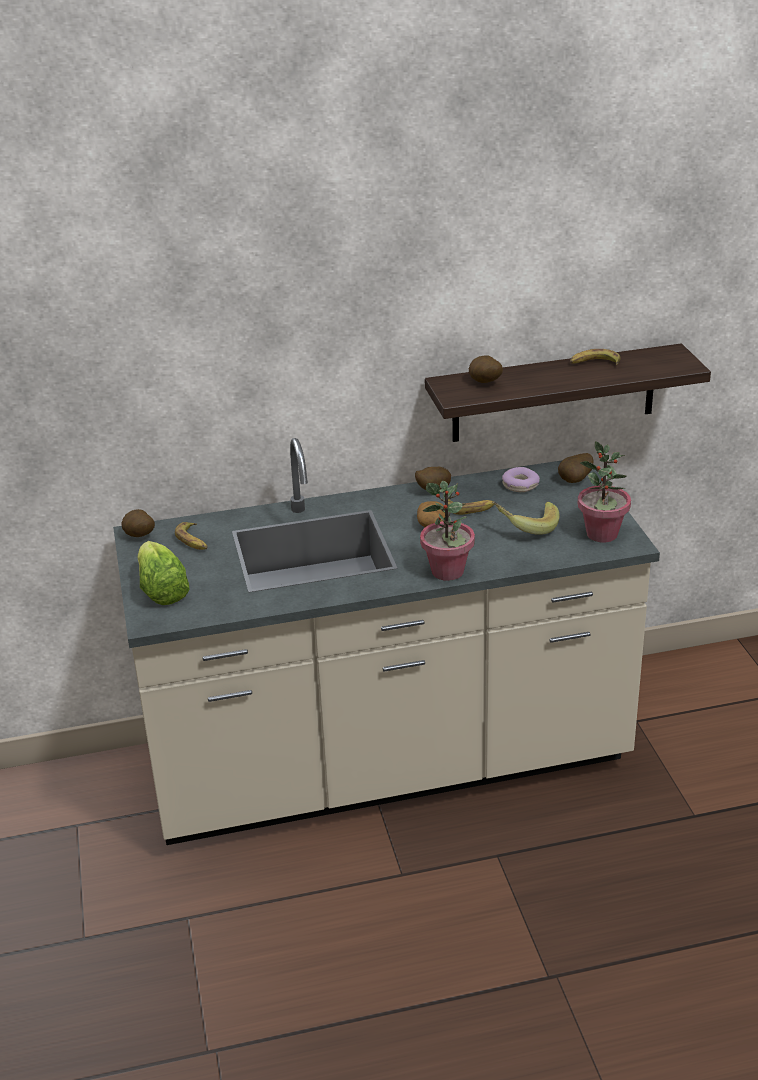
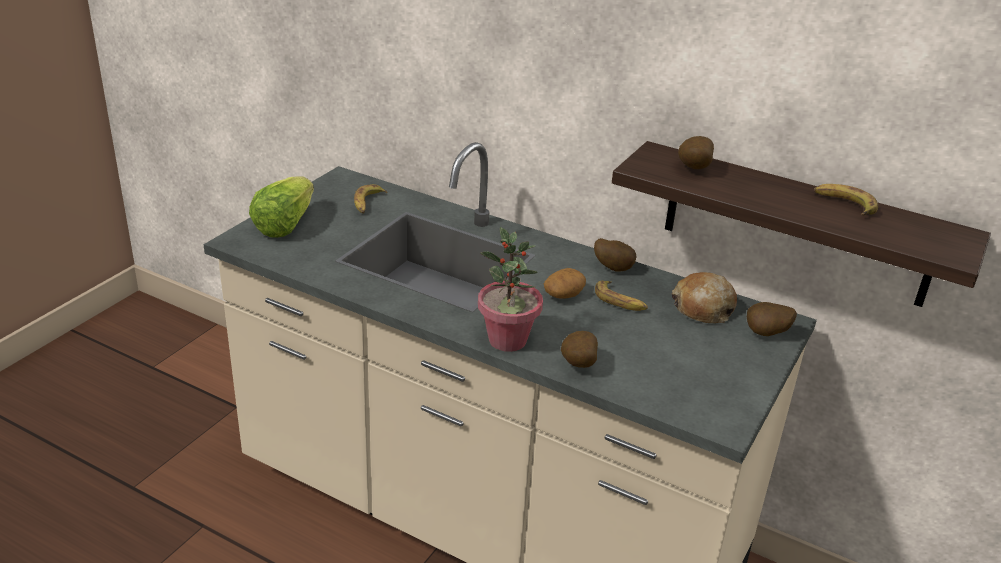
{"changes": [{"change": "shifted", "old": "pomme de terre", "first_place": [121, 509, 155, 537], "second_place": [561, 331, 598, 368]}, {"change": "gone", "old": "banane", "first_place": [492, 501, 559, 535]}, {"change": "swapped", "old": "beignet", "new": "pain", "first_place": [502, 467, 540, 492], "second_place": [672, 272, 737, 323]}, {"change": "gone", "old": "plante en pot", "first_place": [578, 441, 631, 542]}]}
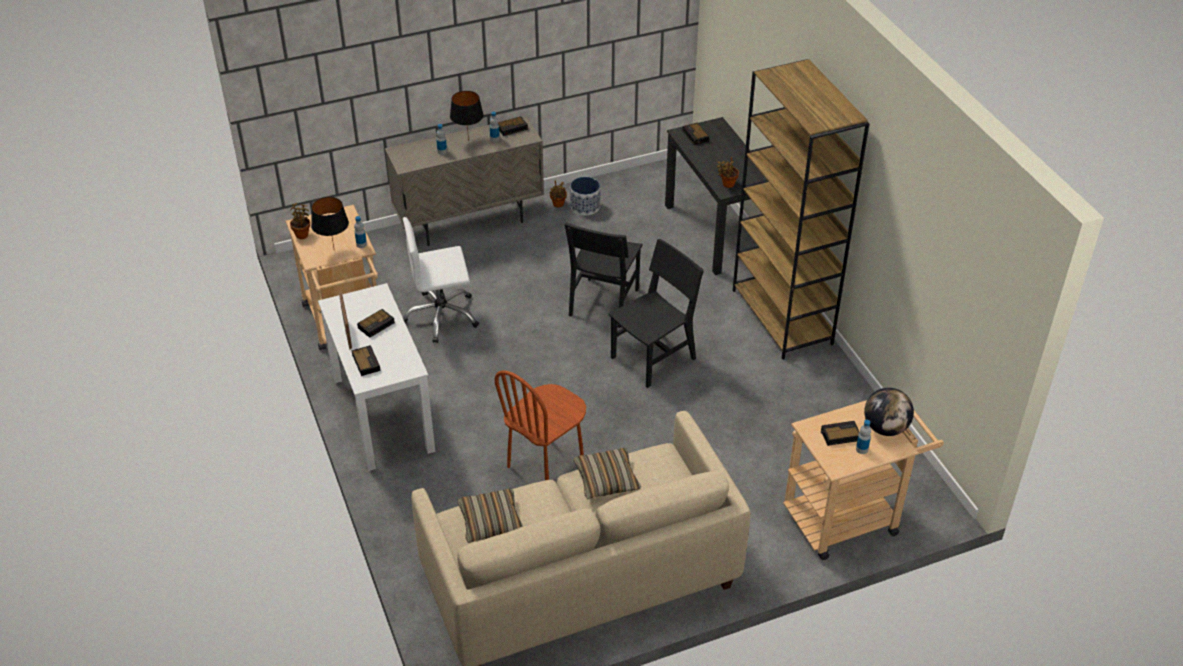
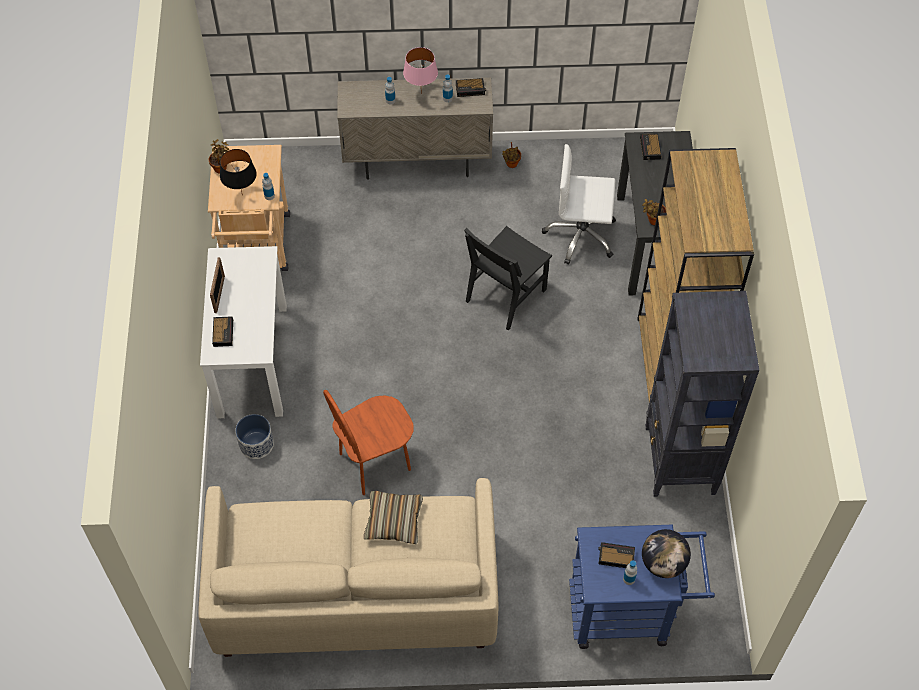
{"changes": [{"change": "gone", "old": "réveil", "first_place": [357, 309, 395, 338]}, {"change": "shifted", "old": "chaise de bureau/blanc", "first_place": [403, 217, 479, 343], "second_place": [542, 144, 616, 265]}, {"change": "repainted", "old": "lampe de table/noir", "new": "lampe de table/rose", "first_place": [450, 91, 484, 141], "second_place": [403, 47, 438, 94]}, {"change": "gone", "old": "coussin", "first_place": [457, 489, 523, 543]}, {"change": "shifted", "old": "cache-pot", "first_place": [570, 177, 600, 216], "second_place": [235, 414, 274, 459]}, {"change": "gone", "old": "chaise/noir", "first_place": [609, 239, 704, 388]}, {"change": "repainted", "old": "chariot/beige", "new": "chariot/bleu", "first_place": [783, 400, 944, 560], "second_place": [569, 525, 715, 649]}, {"change": "new", "new": "bibliothèque/noir", "second_place": [645, 291, 759, 497]}]}
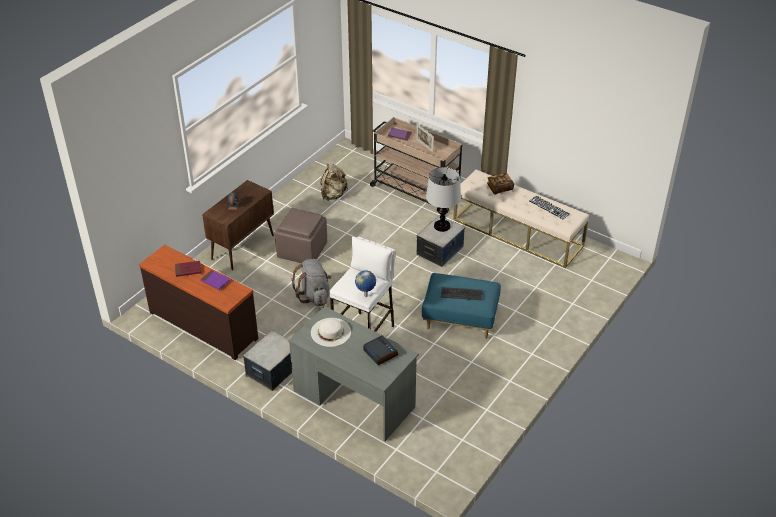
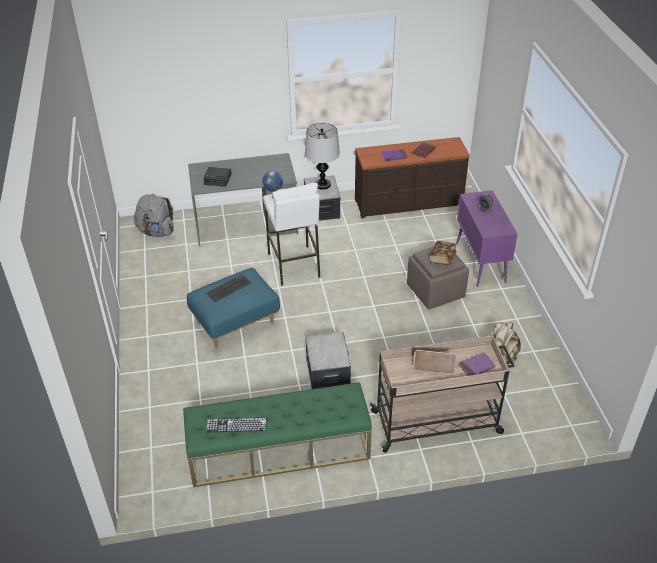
{"changes": [{"change": "repainted", "old": "meuble de rangement/marron", "new": "meuble de rangement/violet", "first_place": [202, 180, 274, 270], "second_place": [456, 190, 518, 287]}, {"change": "shifted", "old": "sac à dos/gris", "first_place": [292, 259, 331, 306], "second_place": [134, 194, 174, 237]}, {"change": "gone", "old": "chapeau/blanc", "first_place": [311, 318, 351, 347]}, {"change": "shifted", "old": "lampe de table", "first_place": [426, 167, 461, 232], "second_place": [305, 123, 340, 189]}, {"change": "repainted", "old": "banc/beige", "new": "banc/vert", "first_place": [453, 170, 589, 268], "second_place": [183, 382, 372, 487]}, {"change": "shifted", "old": "livre", "first_place": [487, 173, 514, 195], "second_place": [429, 241, 457, 265]}]}
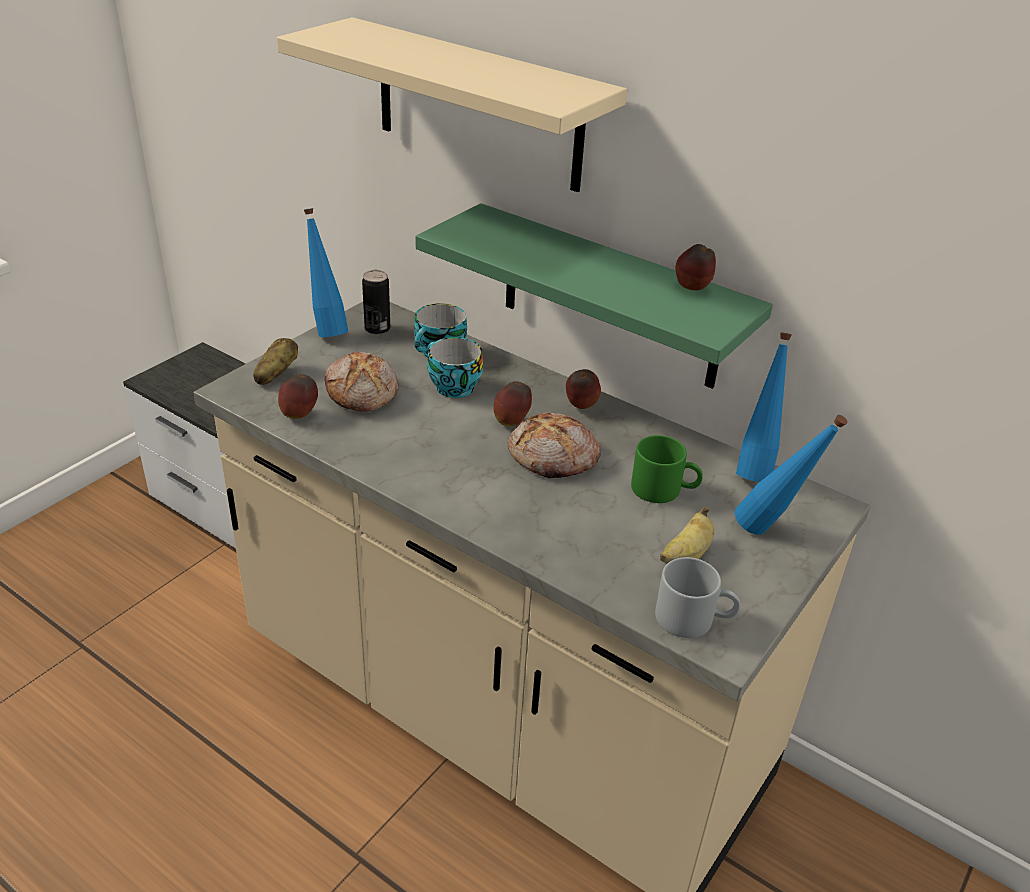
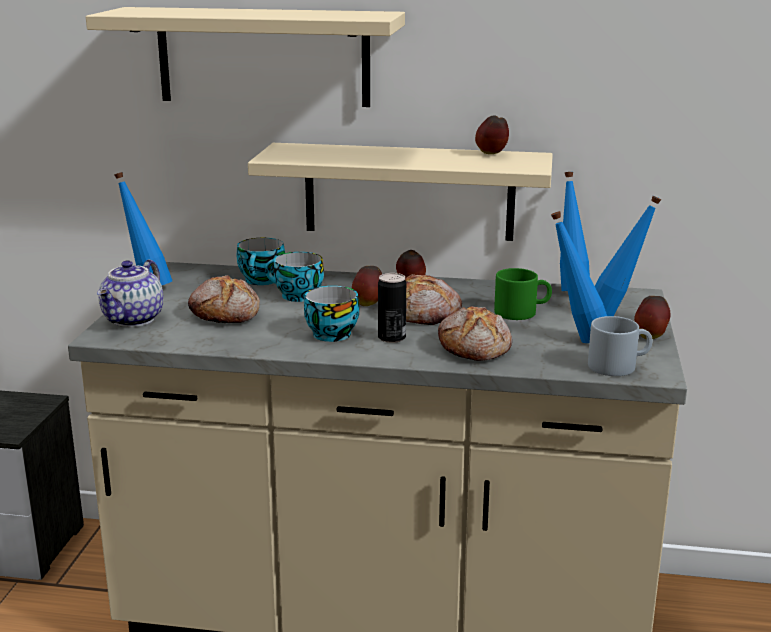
{"changes": [{"change": "swapped", "old": "pomme de terre", "new": "théière", "first_place": [253, 338, 298, 385], "second_place": [97, 259, 163, 327]}, {"change": "shifted", "old": "pomme", "first_place": [278, 374, 318, 419], "second_place": [634, 296, 671, 339]}, {"change": "shifted", "old": "boîte métallique", "first_place": [362, 270, 390, 335], "second_place": [378, 273, 406, 343]}, {"change": "repainted", "old": "étagère/vert", "new": "étagère/beige", "first_place": [415, 203, 773, 389], "second_place": [248, 143, 553, 241]}, {"change": "swapped", "old": "banane", "new": "bouteille/bleu", "first_place": [660, 507, 715, 564], "second_place": [551, 211, 607, 343]}, {"change": "new", "new": "tasse", "second_place": [304, 286, 359, 342]}, {"change": "new", "new": "pain", "second_place": [438, 306, 512, 361]}]}
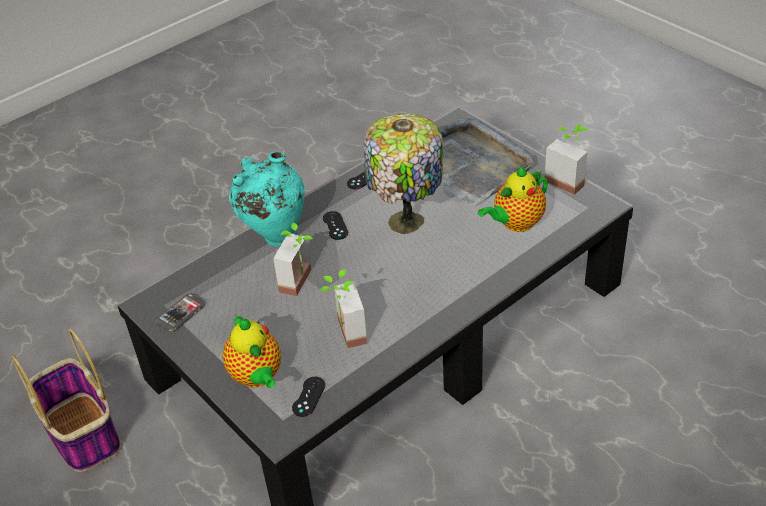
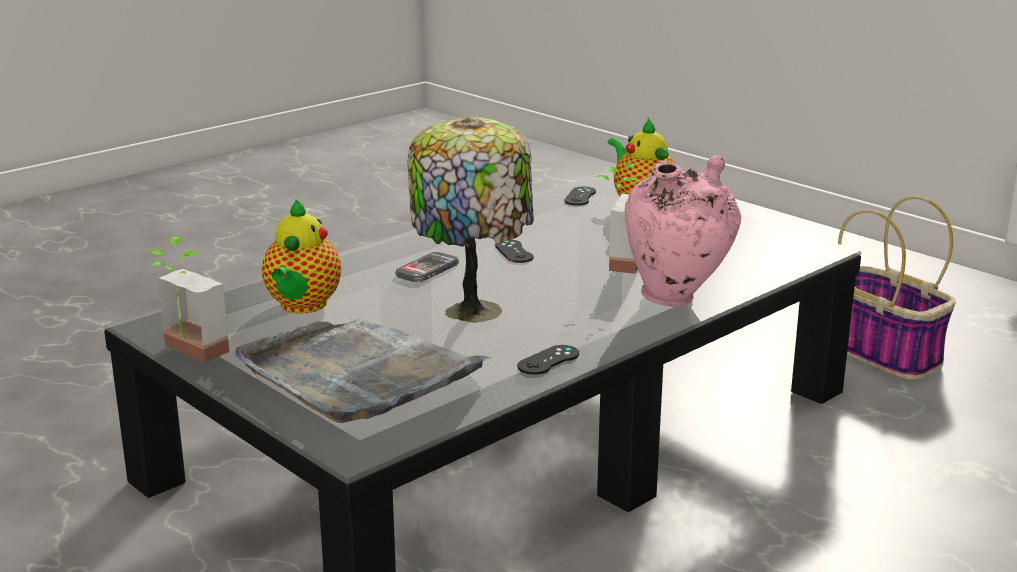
{"changes": [{"change": "shifted", "old": "téléphone", "first_place": [156, 293, 205, 332], "second_place": [395, 252, 459, 282]}, {"change": "repainted", "old": "vase/turquoise", "new": "vase/rose", "first_place": [229, 151, 305, 247], "second_place": [625, 155, 741, 307]}, {"change": "gone", "old": "plante en pot", "first_place": [319, 269, 367, 348]}, {"change": "shifted", "old": "manette/noir", "first_place": [323, 211, 348, 240], "second_place": [495, 239, 534, 263]}, {"change": "rotated", "old": "théière", "first_place": [478, 166, 548, 232], "second_place": [262, 199, 341, 314], "degrees": 135}]}
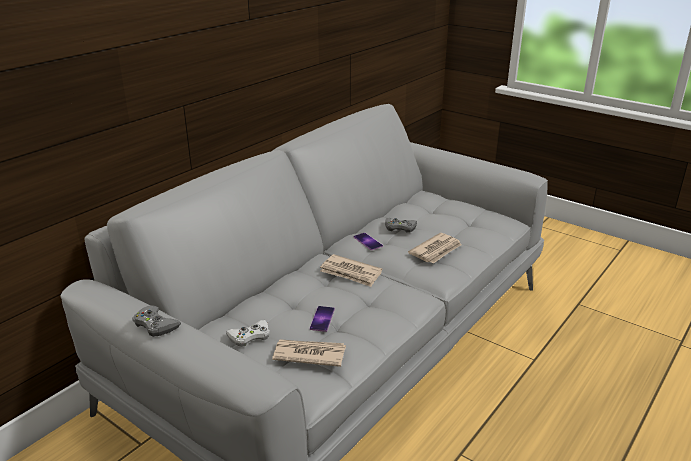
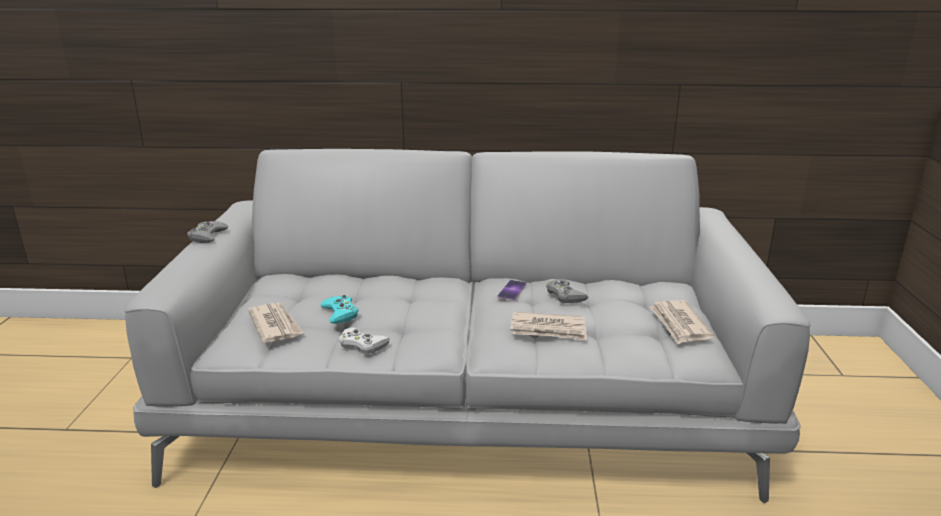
{"changes": [{"change": "shifted", "old": "manette/blanc", "first_place": [226, 320, 270, 347], "second_place": [339, 327, 390, 354]}, {"change": "swapped", "old": "téléphone", "new": "manette/turquoise", "first_place": [310, 306, 335, 332], "second_place": [320, 295, 358, 324]}, {"change": "shifted", "old": "journal", "first_place": [320, 254, 382, 287], "second_place": [650, 300, 714, 344]}]}
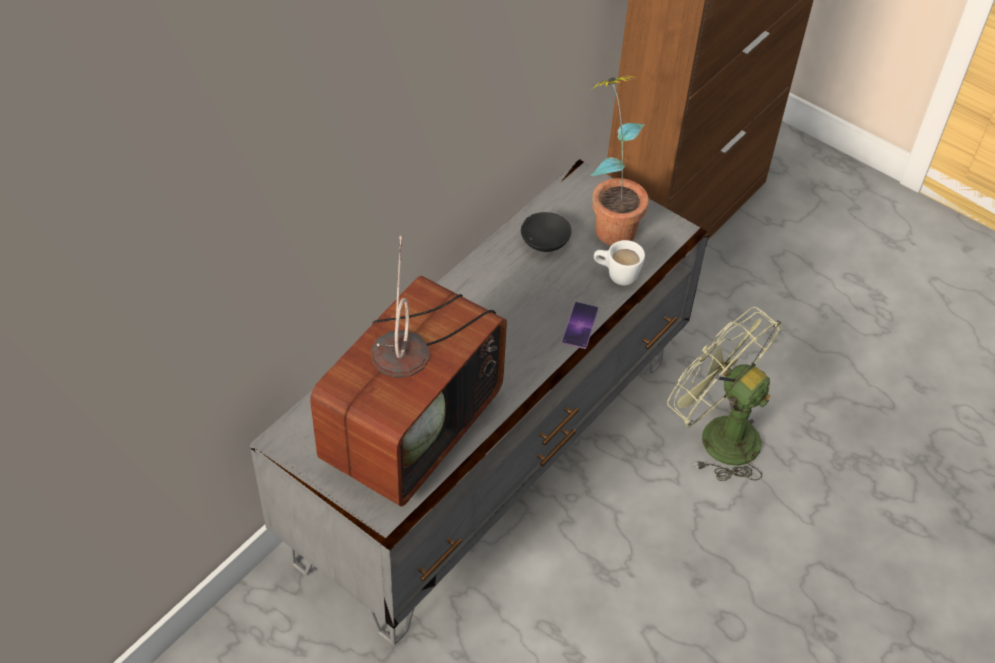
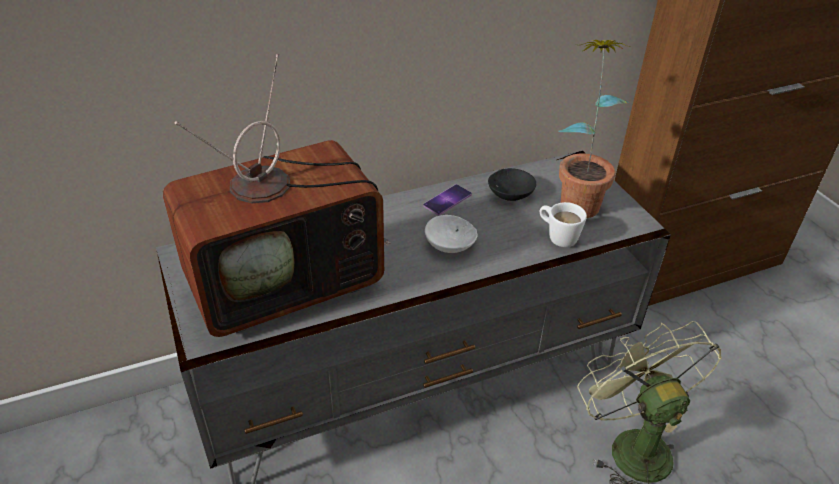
{"changes": [{"change": "shifted", "old": "téléphone", "first_place": [562, 302, 599, 349], "second_place": [423, 184, 472, 215]}, {"change": "new", "new": "bol/blanc", "second_place": [425, 215, 478, 253]}]}
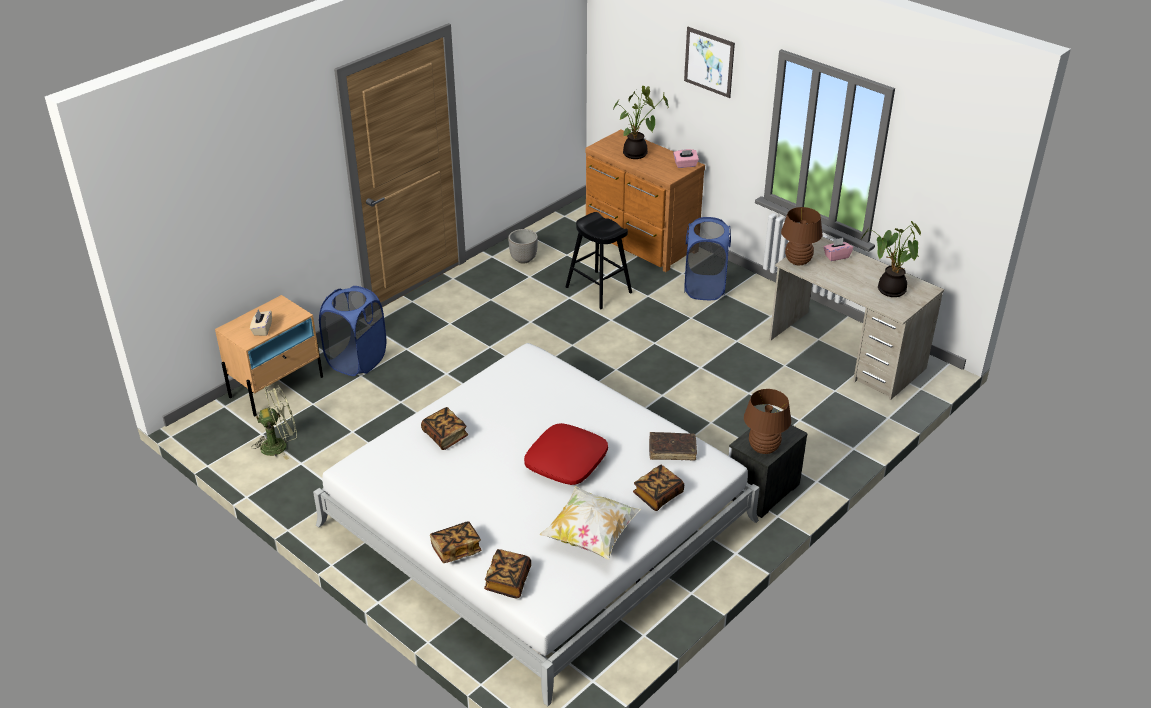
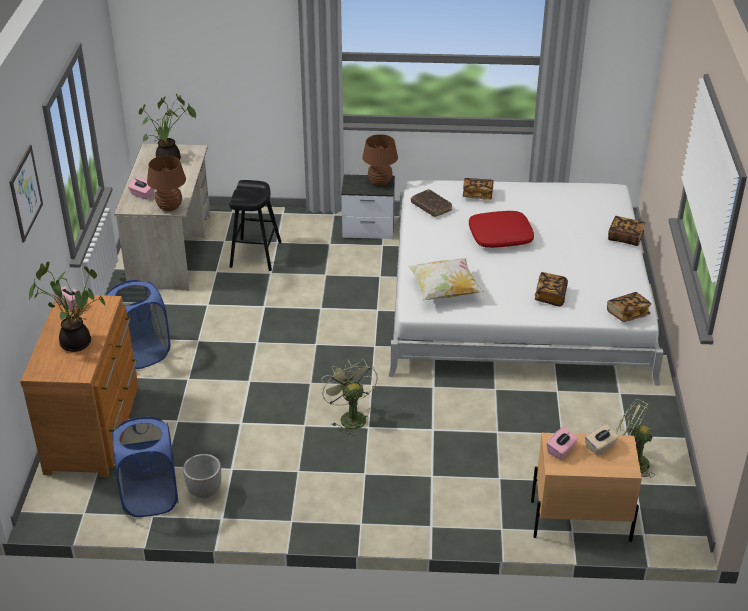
{"changes": [{"change": "shifted", "old": "panier à linge/bleu", "first_place": [319, 286, 386, 376], "second_place": [112, 416, 179, 517]}, {"change": "shifted", "old": "livre", "first_place": [484, 549, 531, 598], "second_place": [607, 292, 652, 322]}, {"change": "shifted", "old": "coussin", "first_place": [540, 486, 641, 560], "second_place": [408, 258, 484, 301]}, {"change": "shifted", "old": "tabouret/noir", "first_place": [565, 212, 632, 309], "second_place": [229, 180, 281, 271]}, {"change": "new", "new": "ventilateur/vert", "second_place": [321, 359, 378, 436]}, {"change": "new", "new": "boîte à mouchoirs/rose", "second_place": [547, 427, 578, 460]}]}
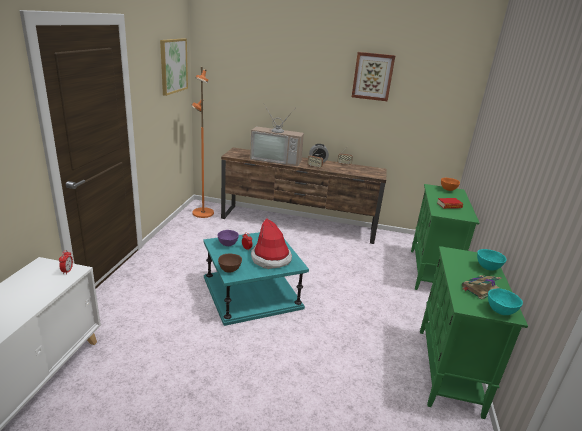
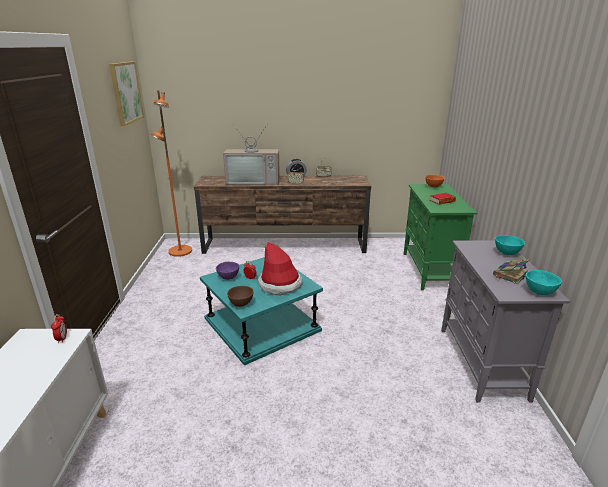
{"changes": [{"change": "gone", "old": "tableau", "first_place": [352, 52, 395, 101]}, {"change": "repainted", "old": "meuble de rangement/vert", "new": "meuble de rangement/gris", "first_place": [420, 246, 528, 419], "second_place": [441, 240, 570, 403]}]}
